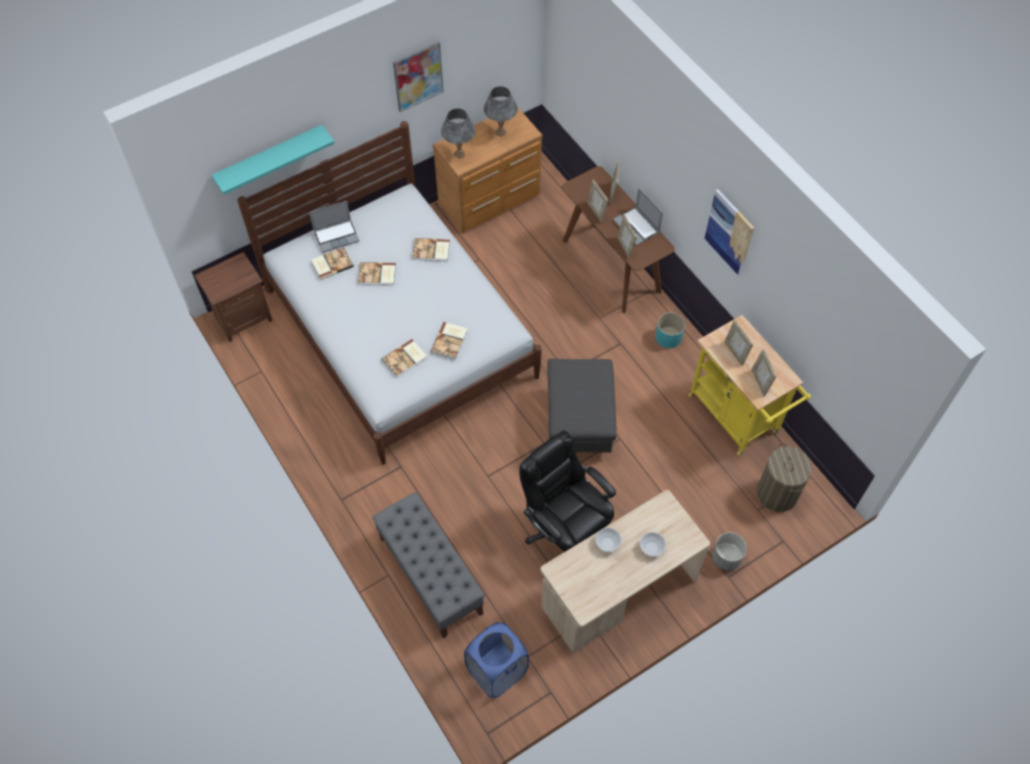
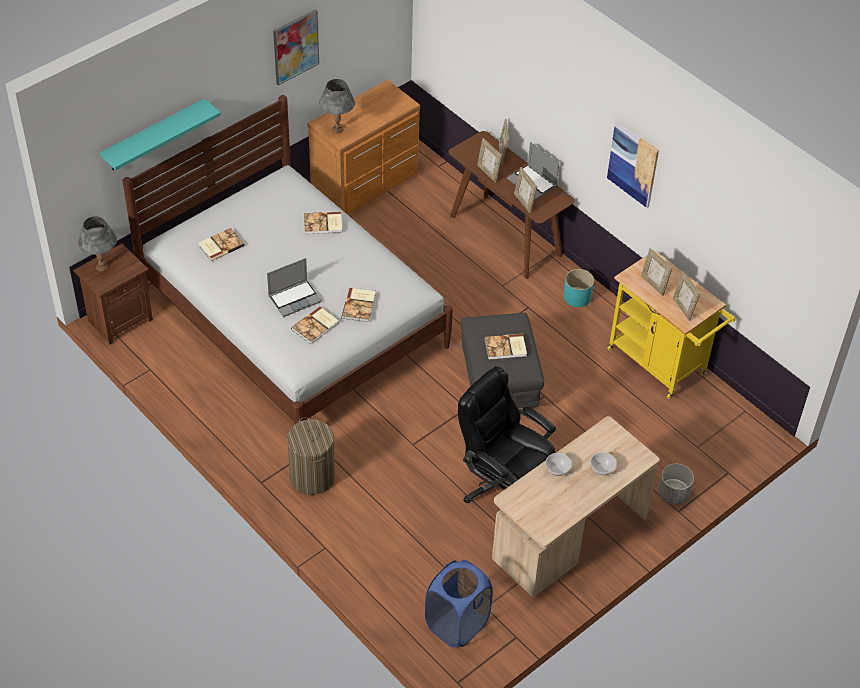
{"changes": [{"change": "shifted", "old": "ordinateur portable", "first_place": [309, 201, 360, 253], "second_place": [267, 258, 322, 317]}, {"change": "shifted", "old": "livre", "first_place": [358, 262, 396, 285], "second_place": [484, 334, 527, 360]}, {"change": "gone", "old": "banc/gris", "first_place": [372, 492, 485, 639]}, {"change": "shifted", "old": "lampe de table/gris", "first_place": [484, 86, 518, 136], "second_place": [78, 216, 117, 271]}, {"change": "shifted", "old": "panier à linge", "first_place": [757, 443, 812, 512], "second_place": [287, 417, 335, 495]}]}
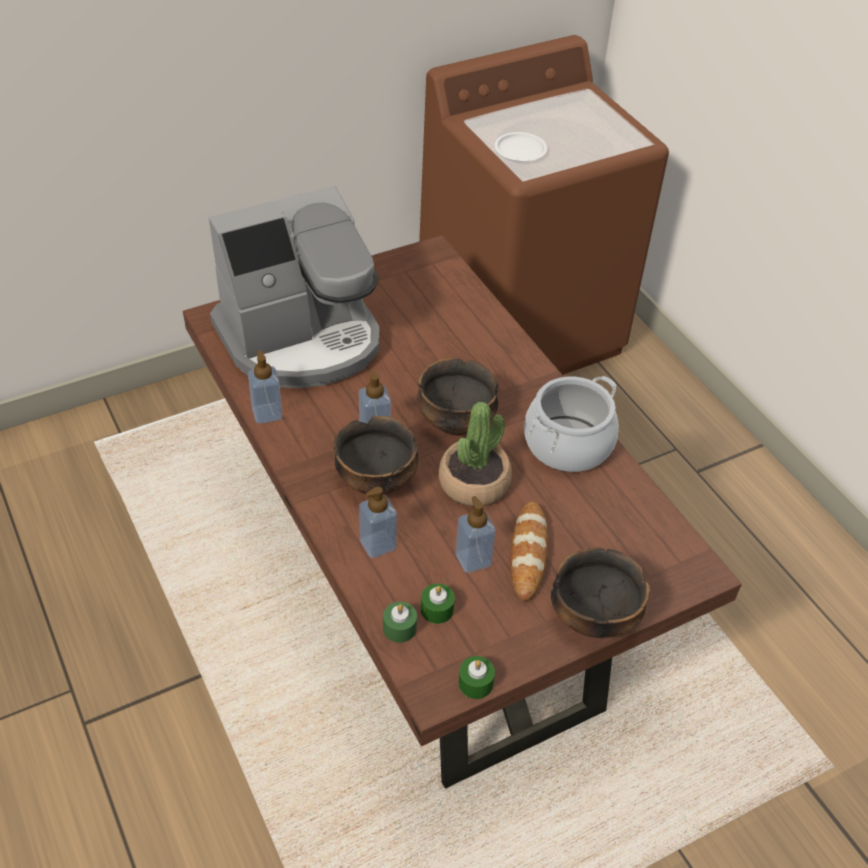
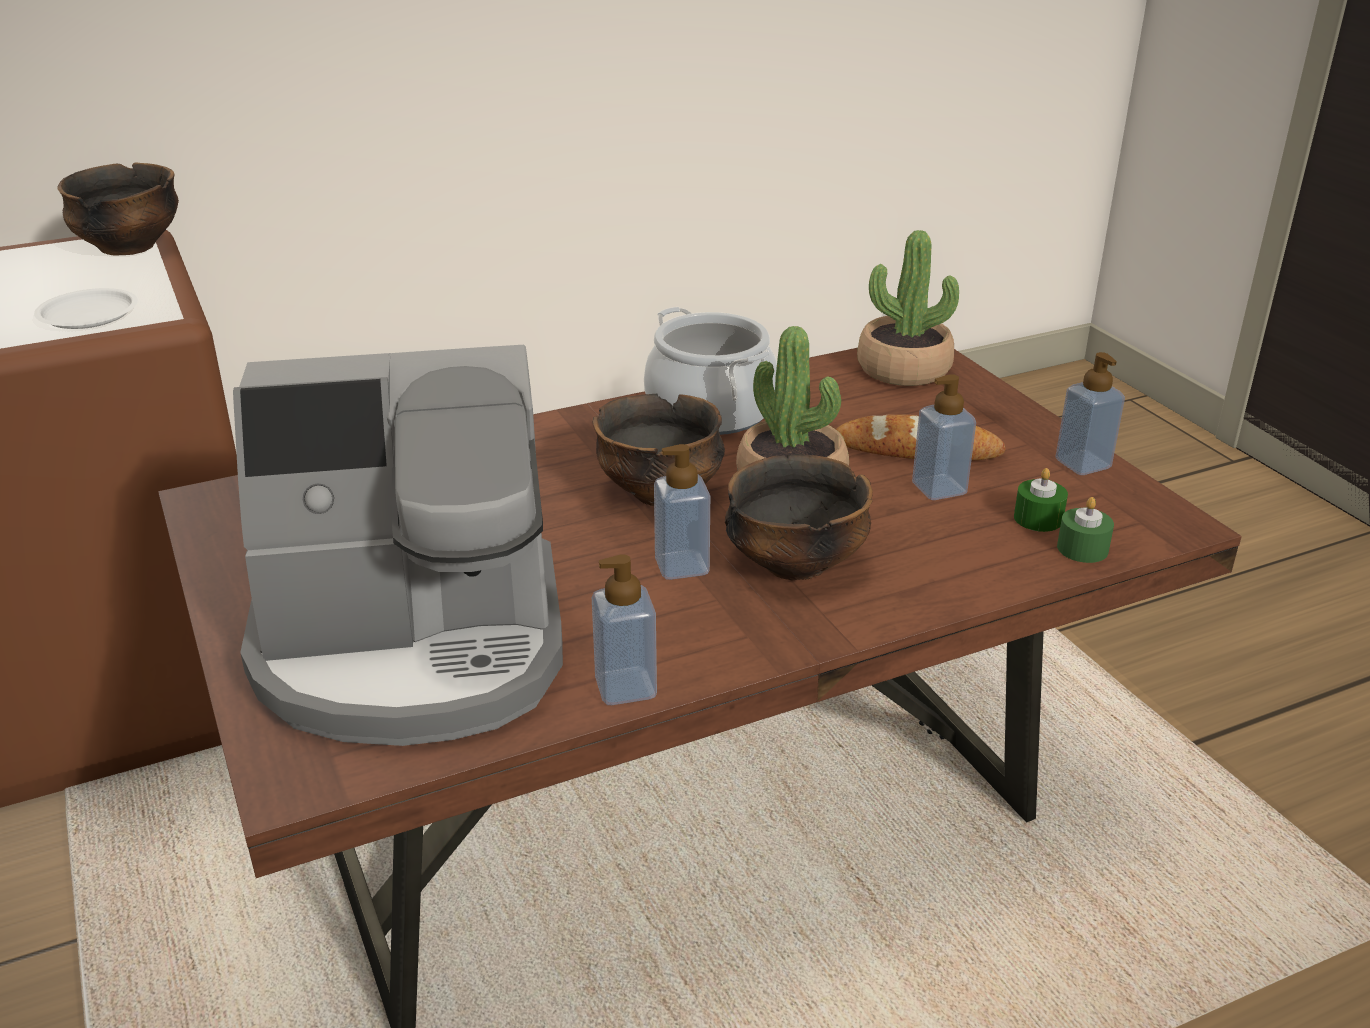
{"changes": [{"change": "rotated", "old": "machine à café", "first_place": [209, 186, 379, 388], "second_place": [233, 345, 563, 746], "degrees": 105}, {"change": "shifted", "old": "distributeur de savon", "first_place": [359, 487, 397, 558], "second_place": [1055, 352, 1125, 475]}, {"change": "gone", "old": "bougie/vert", "first_place": [458, 656, 495, 699]}, {"change": "shifted", "old": "bol", "first_place": [551, 547, 650, 638], "second_place": [57, 162, 179, 256]}, {"change": "new", "new": "plante en pot", "second_place": [857, 230, 959, 386]}]}
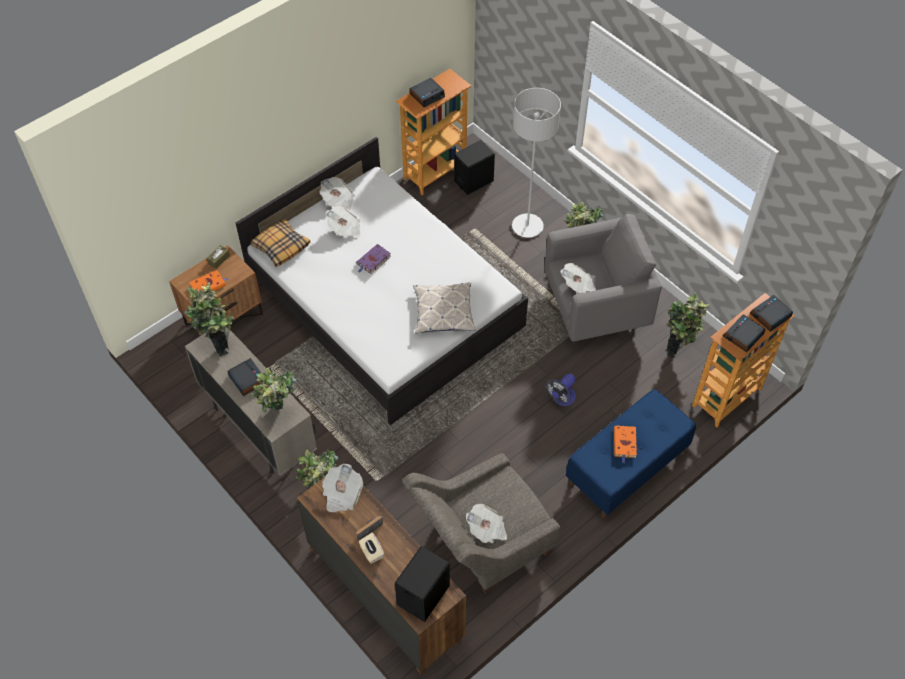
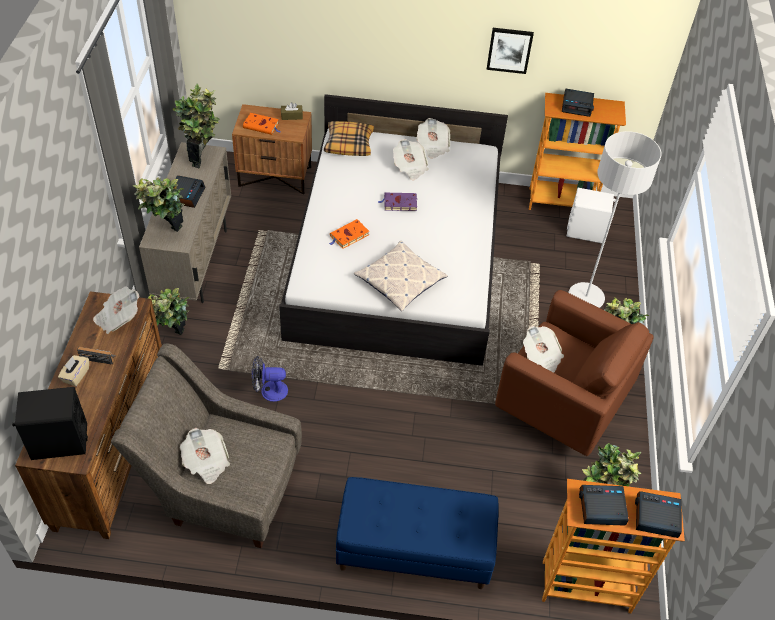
{"changes": [{"change": "repainted", "old": "enceinte/noir", "new": "enceinte/blanc", "first_place": [454, 140, 495, 195], "second_place": [566, 188, 616, 243]}, {"change": "repainted", "old": "fauteuil/gris", "new": "fauteuil/marron", "first_place": [544, 214, 661, 342], "second_place": [495, 290, 654, 456]}, {"change": "shifted", "old": "ventilateur", "first_place": [546, 374, 576, 406], "second_place": [252, 356, 288, 402]}, {"change": "shifted", "old": "livre/orange", "first_place": [614, 425, 637, 463], "second_place": [329, 219, 369, 249]}, {"change": "new", "new": "tableau", "second_place": [487, 28, 534, 74]}]}
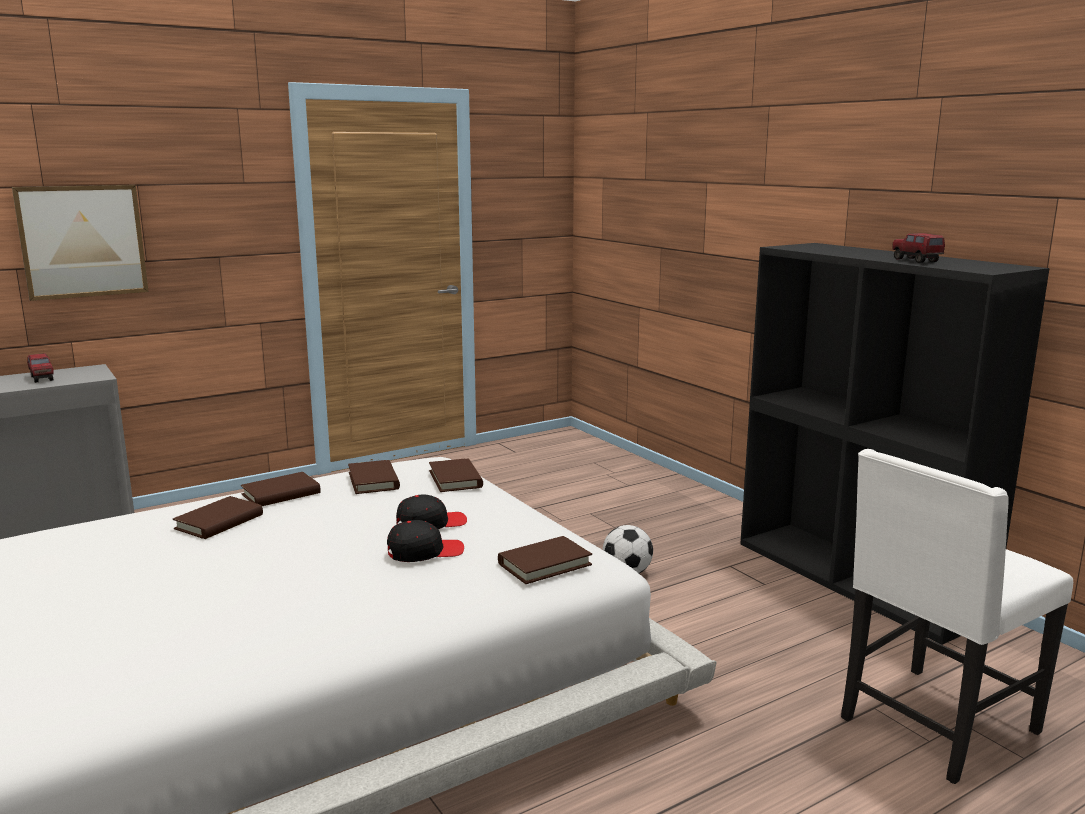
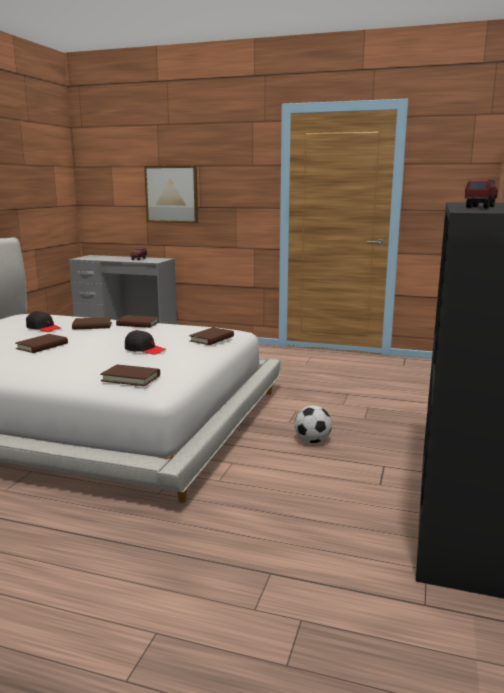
{"changes": [{"change": "shifted", "old": "livre/marron", "first_place": [348, 460, 400, 494], "second_place": [15, 334, 68, 353]}, {"change": "shifted", "old": "casquette/noir", "first_place": [387, 520, 464, 562], "second_place": [26, 311, 60, 332]}, {"change": "gone", "old": "chaise/blanc", "first_place": [841, 449, 1073, 784]}]}
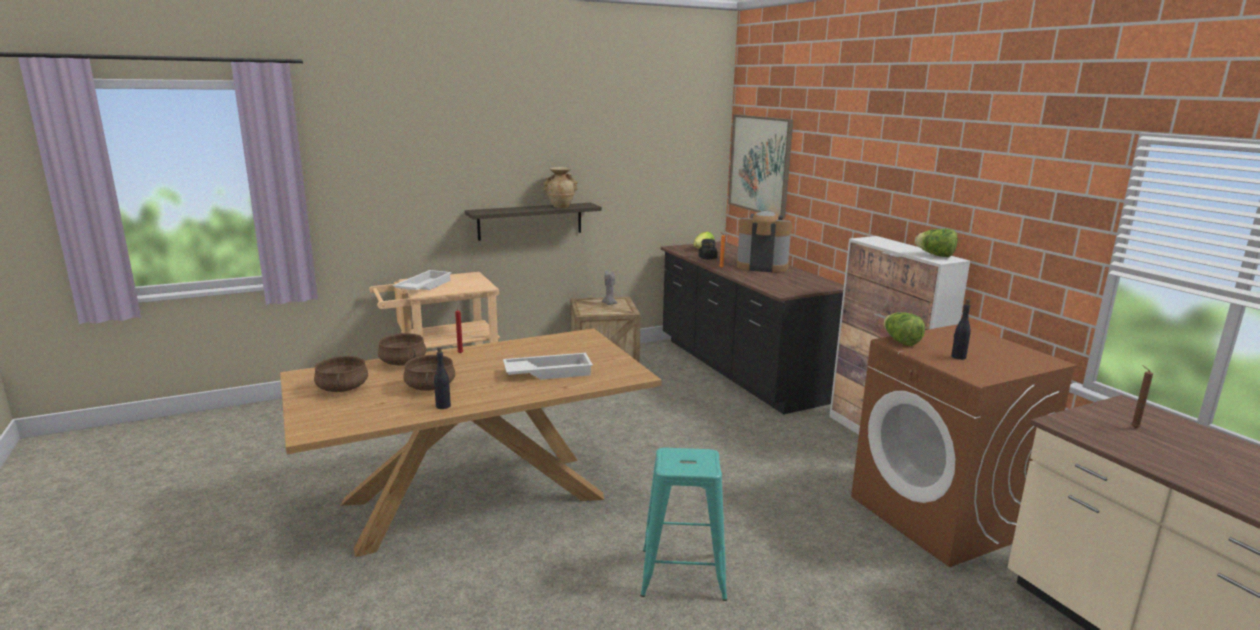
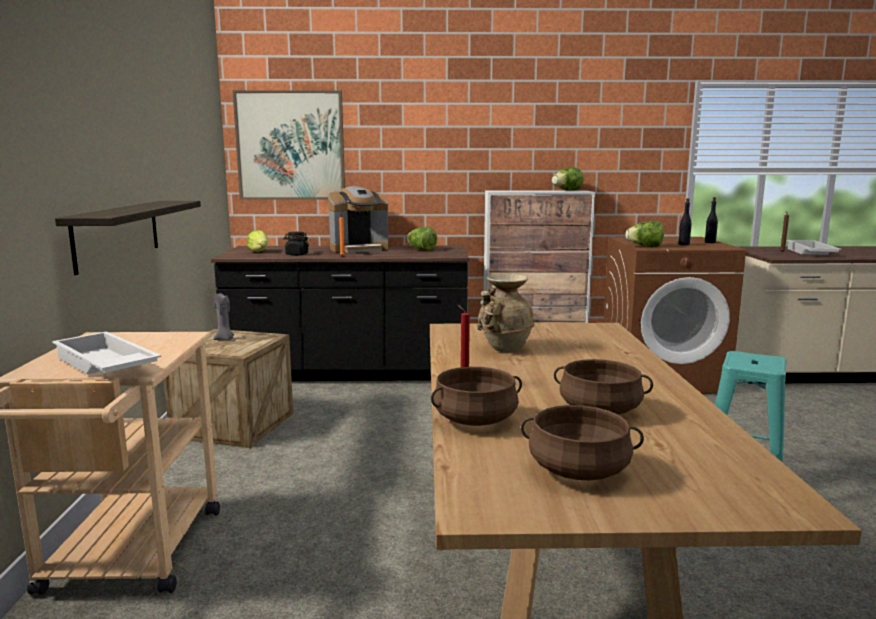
{"changes": [{"change": "shifted", "old": "bouteille/noir", "first_place": [434, 347, 451, 409], "second_place": [705, 197, 718, 243]}, {"change": "shifted", "old": "plateau/blanc", "first_place": [503, 353, 593, 380], "second_place": [787, 240, 841, 255]}, {"change": "shifted", "old": "vase/beige", "first_place": [543, 167, 578, 208], "second_place": [477, 274, 535, 353]}, {"change": "rotated", "old": "machine à café", "first_place": [737, 210, 792, 273], "second_place": [328, 186, 389, 253], "degrees": -150}, {"change": "new", "new": "laitue", "second_place": [407, 227, 437, 251]}]}
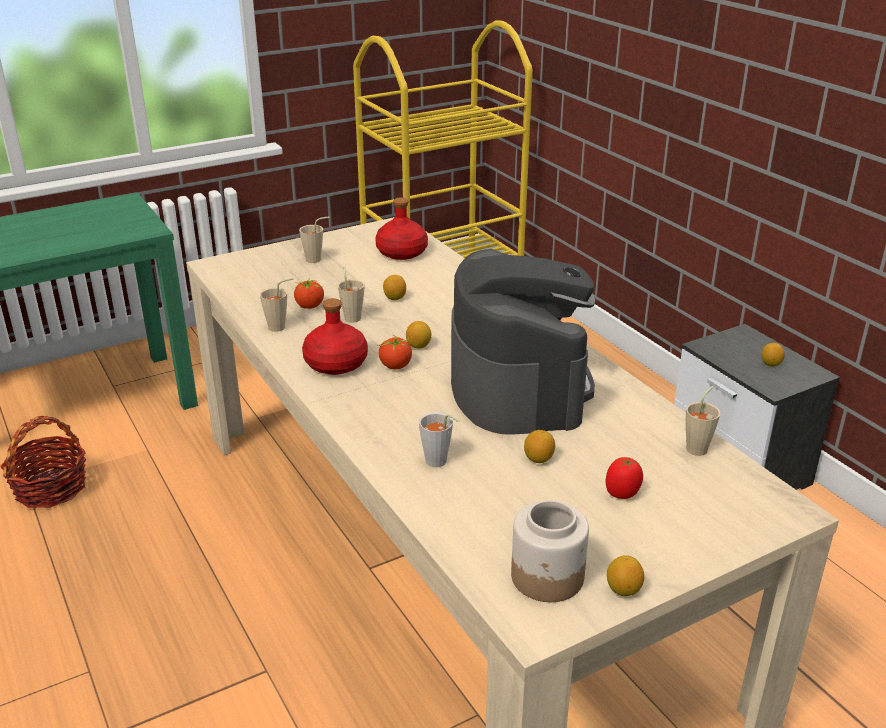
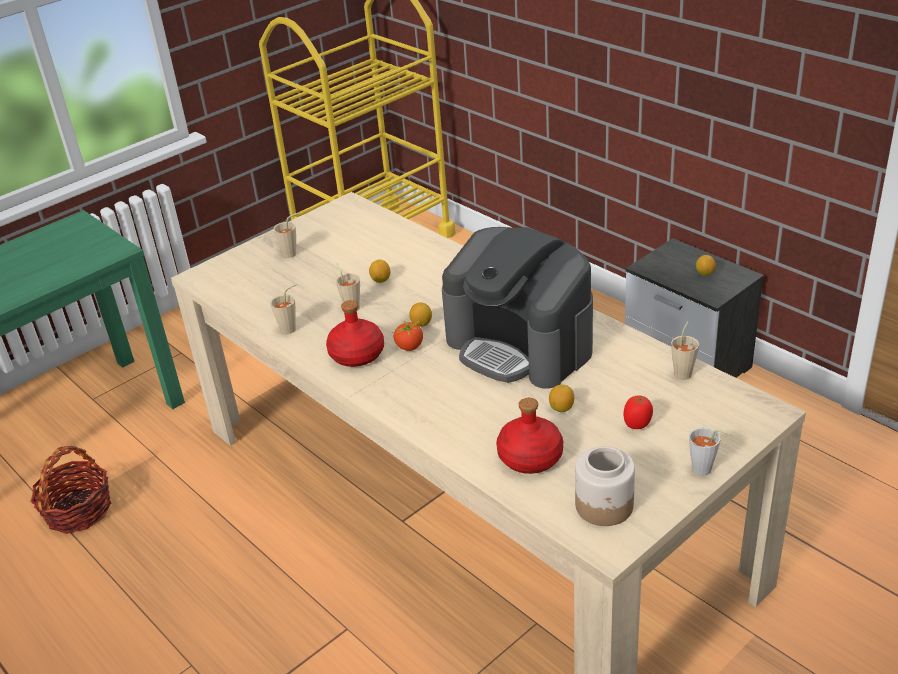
{"changes": [{"change": "gone", "old": "tomate", "first_place": [294, 278, 324, 309]}, {"change": "shifted", "old": "bouteille/rouge", "first_place": [375, 197, 428, 260], "second_place": [496, 398, 563, 474]}, {"change": "shifted", "old": "tasse/gris", "first_place": [419, 412, 460, 467], "second_place": [689, 427, 732, 476]}, {"change": "rotated", "old": "machine à café", "first_place": [451, 249, 595, 435], "second_place": [442, 227, 593, 389], "degrees": 150}, {"change": "gone", "old": "citron", "first_place": [607, 555, 644, 596]}]}
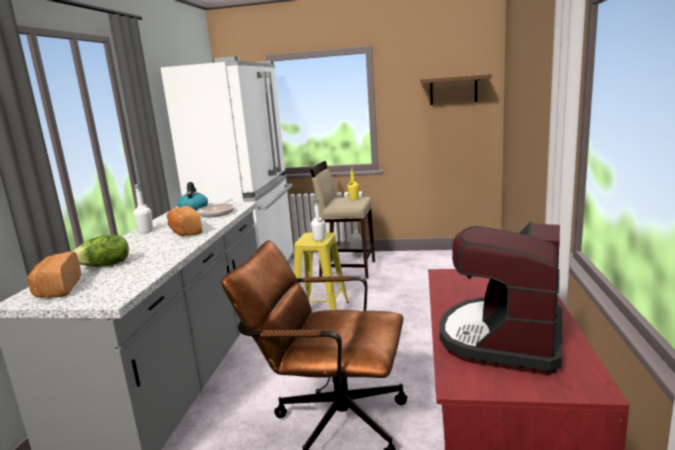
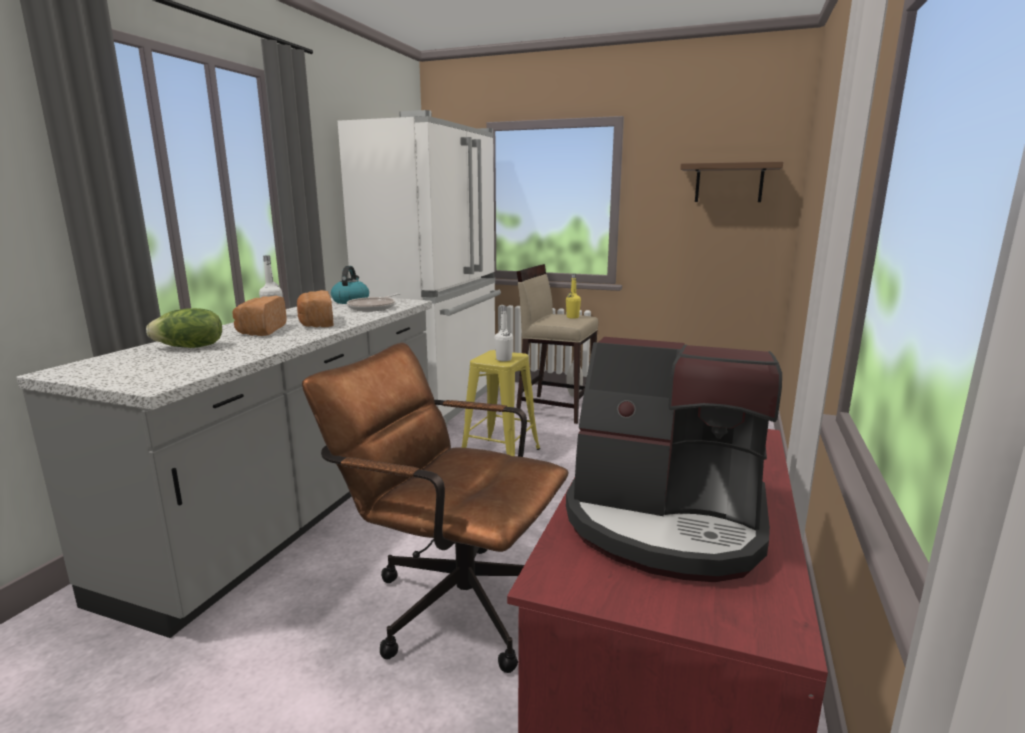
{"changes": [{"change": "shifted", "old": "pain", "first_place": [27, 252, 81, 298], "second_place": [232, 296, 286, 336]}, {"change": "rotated", "old": "machine à café", "first_place": [439, 222, 562, 375], "second_place": [566, 337, 782, 582], "degrees": -105}]}
